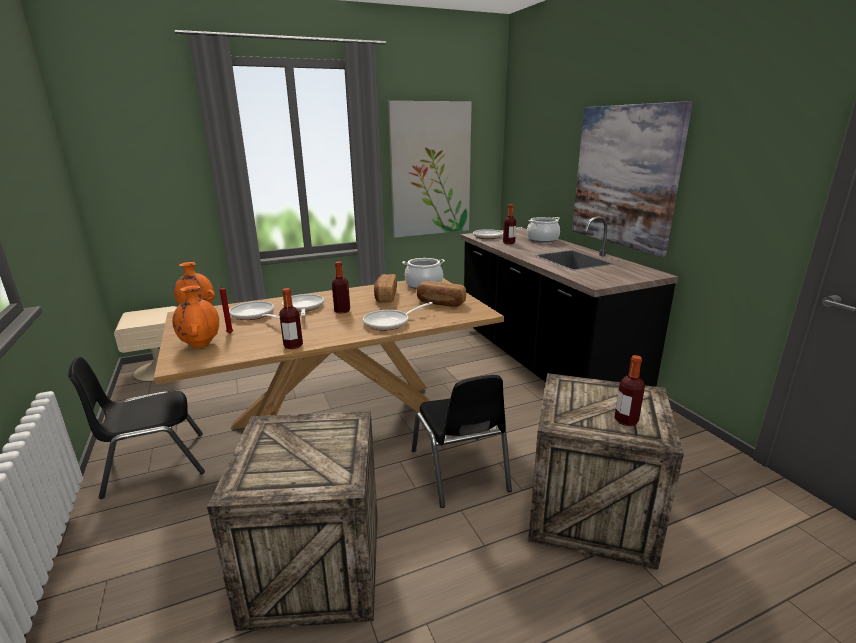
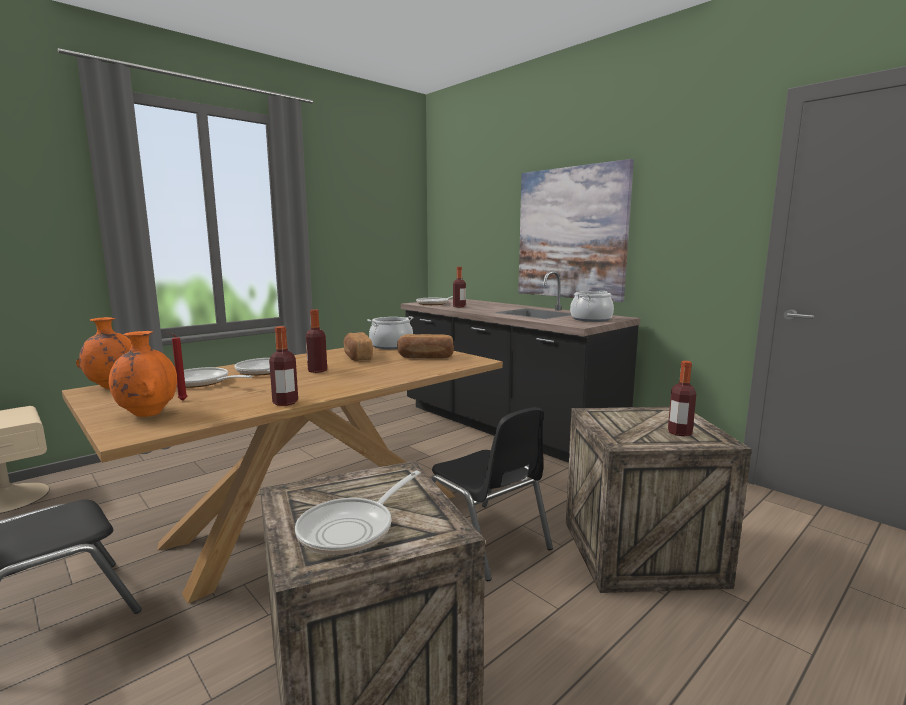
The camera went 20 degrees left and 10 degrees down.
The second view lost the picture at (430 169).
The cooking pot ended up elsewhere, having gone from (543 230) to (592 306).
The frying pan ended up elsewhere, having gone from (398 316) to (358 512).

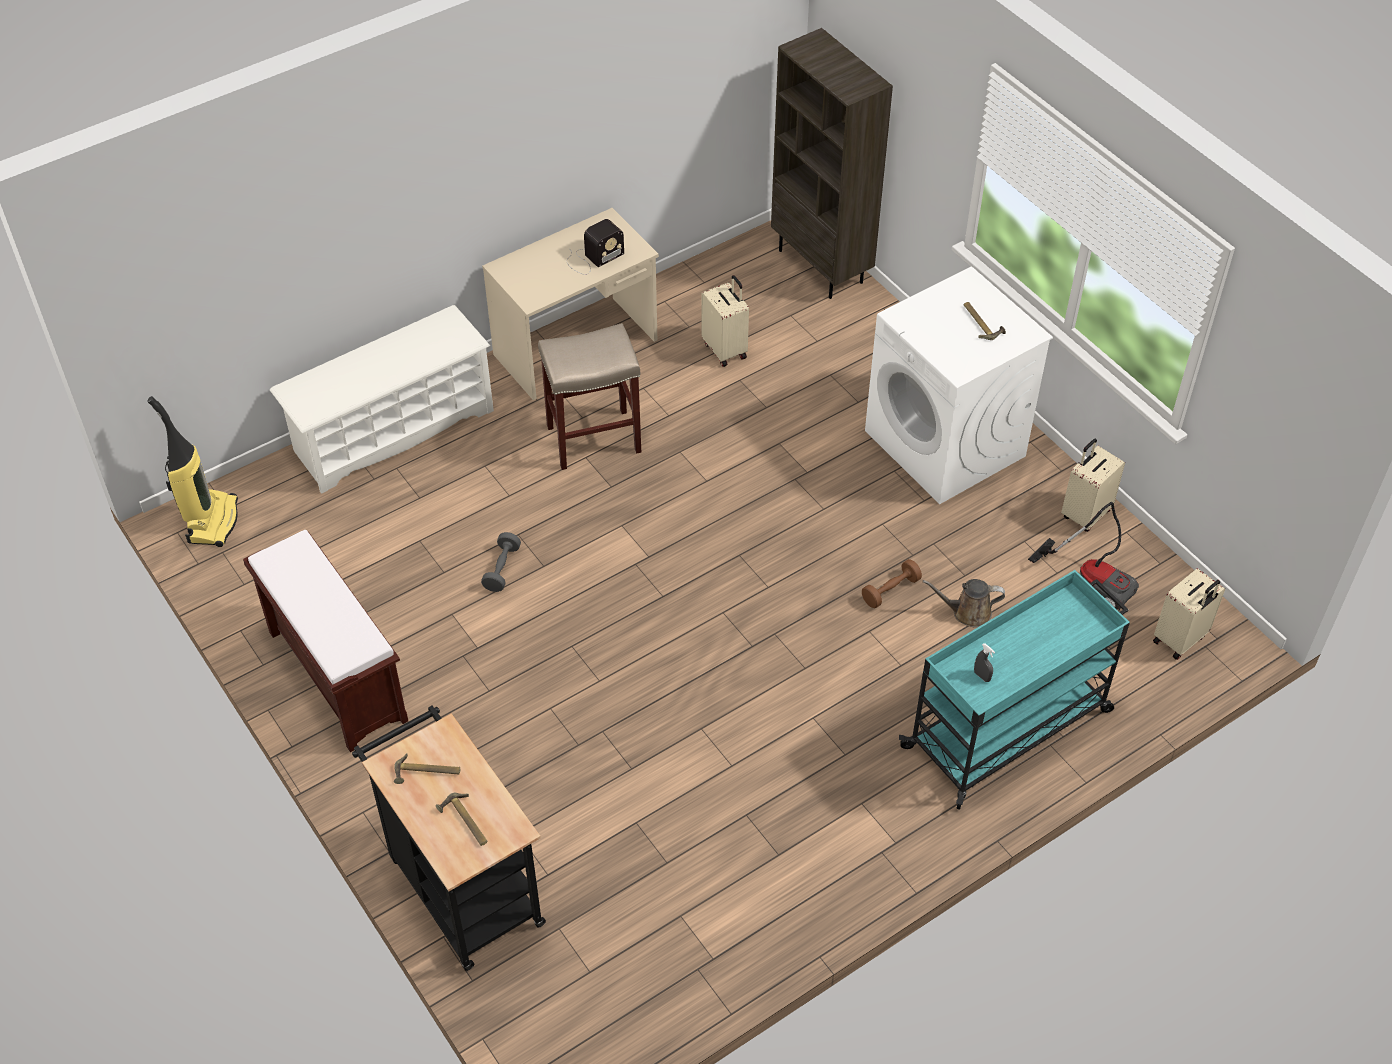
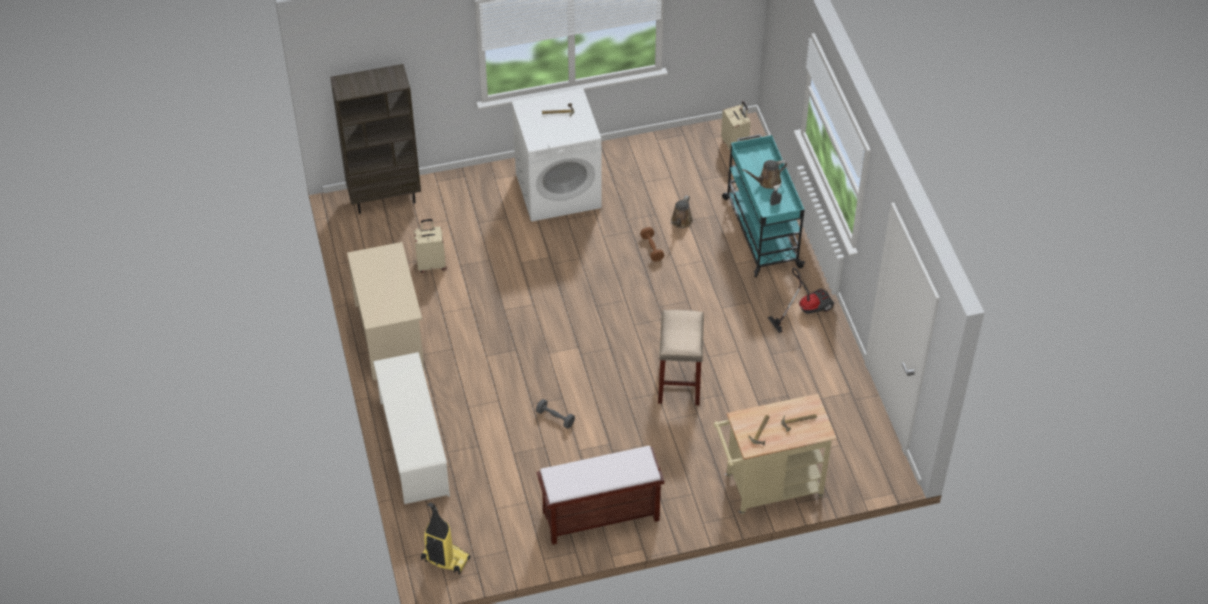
The camera went 70 degrees left and 0 degrees up.
The second view lost the radio at (595 247).
The beige stool ended up elsewhere, having gone from (589 396) to (681 357).
The second view lost the beige suitcase at (1093 485).
The vacuum cleaner ended up elsewhere, having gone from (1083 556) to (800 300).
What was the black cart at (449 838) turned into the beige cart at (775 454).
The second view gained the brown watering can at (764 174).

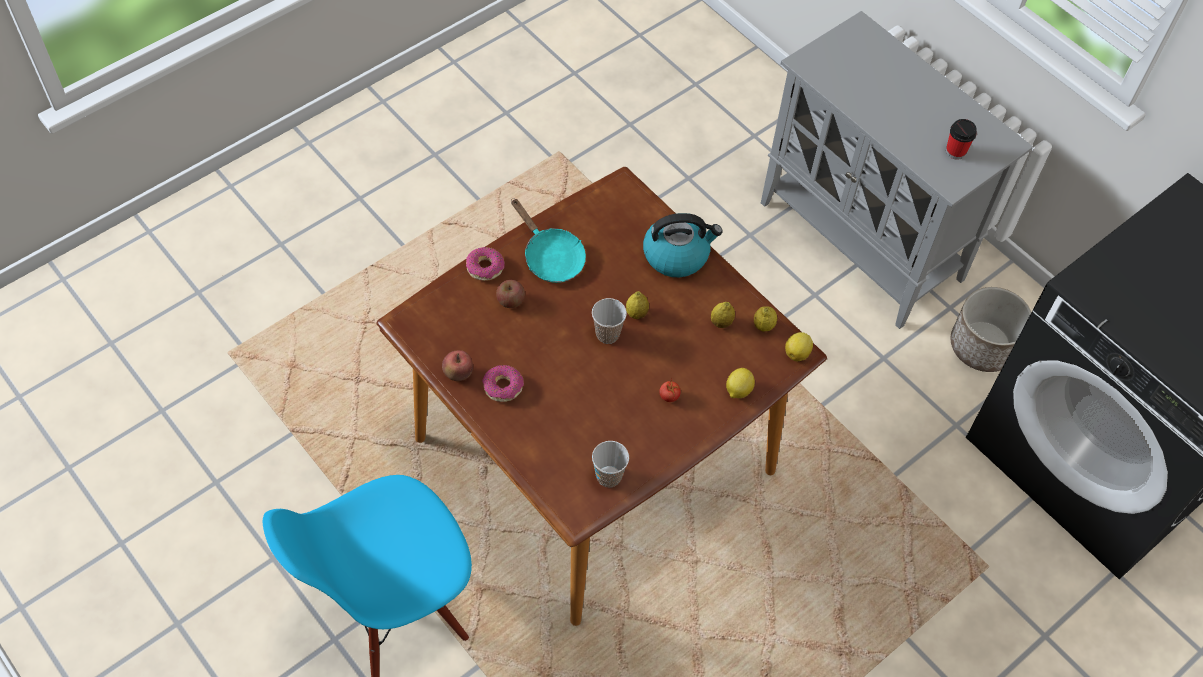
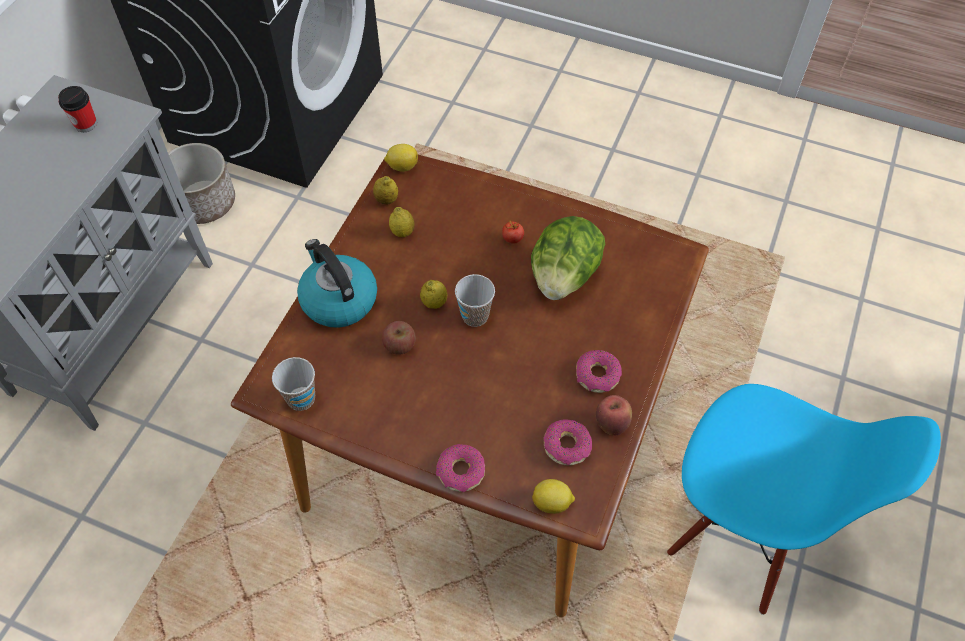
The camera went 115 degrees left and 0 degrees up.
The second view lost the turquoise frying pan at (548 240).
The apple ended up elsewhere, having gone from (510 294) to (399 338).
The lemon ended up elsewhere, having gone from (740 383) to (553 496).
The cup ended up elsewhere, having gone from (610 464) to (293 384).
The second view gained the lettuce at (568 258).
The second view gained the donut at (568 442).

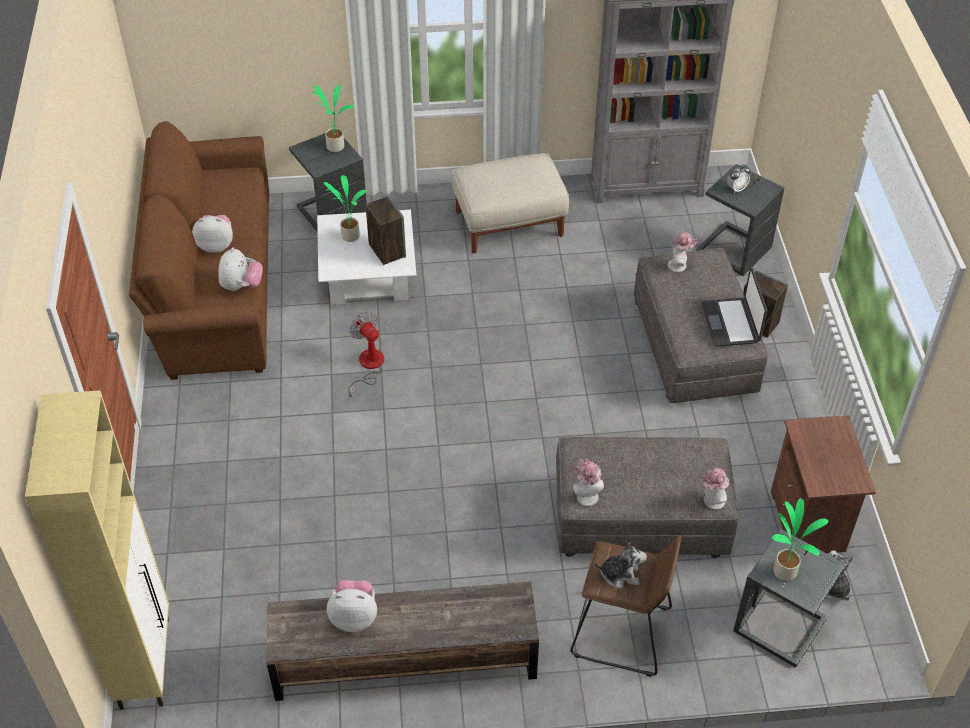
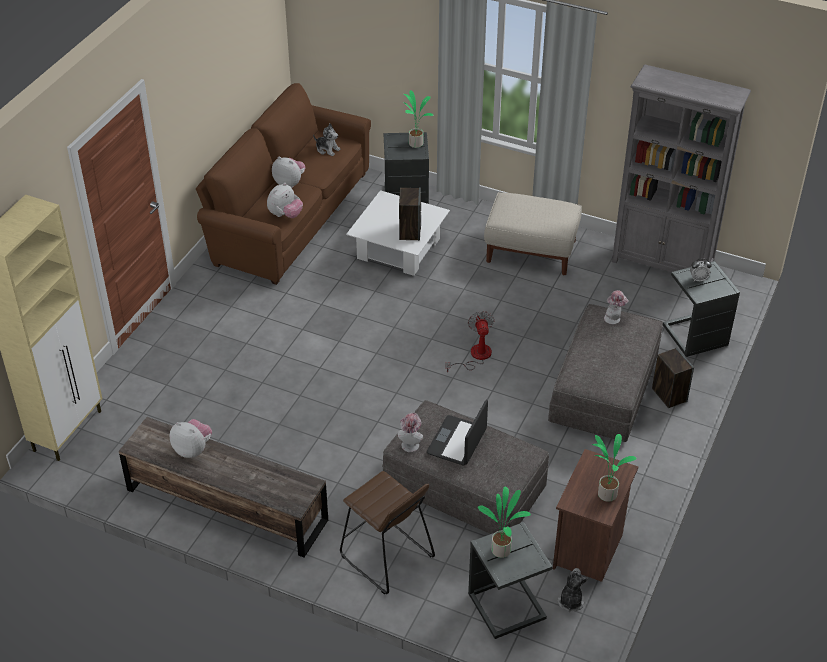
The camera went 30 degrees right and 5 degrees down.
The potted plant ended up elsewhere, having gone from (345 208) to (614 468).
The laptop ended up elsewhere, having gone from (734 307) to (457 432).
The fan ended up elsewhere, having gone from (366 355) to (469 342).
The second view lost the hat at (715 488).
The plush toy ended up elsewhere, having gone from (620 565) to (327 140).

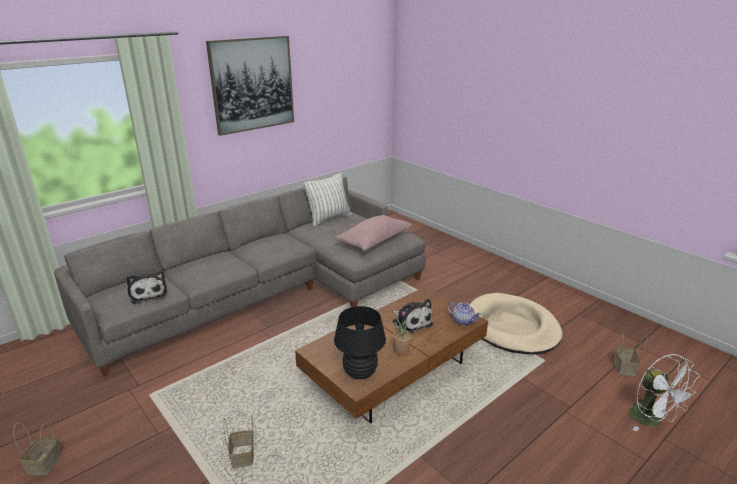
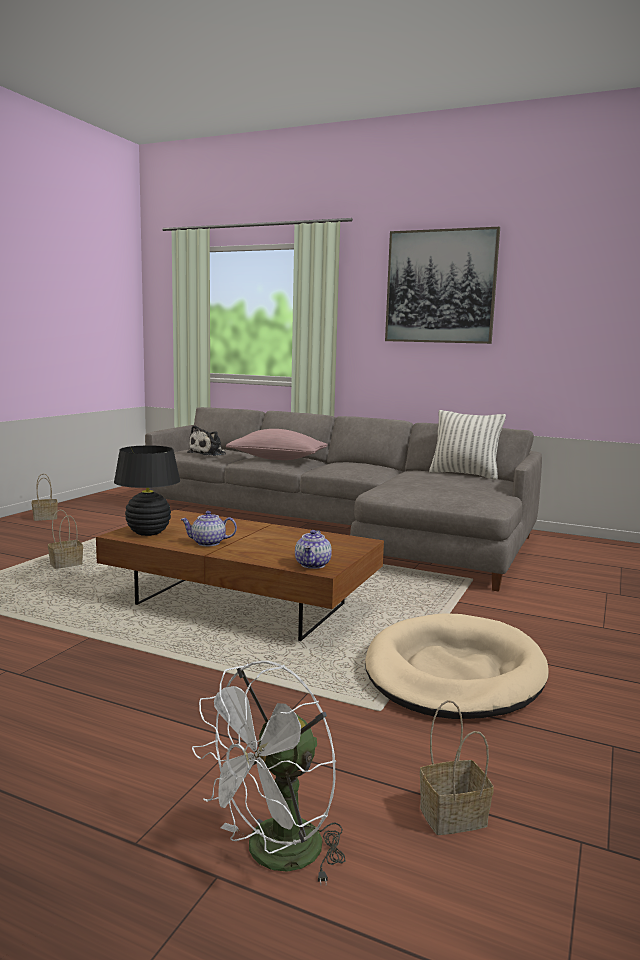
The camera went 65 degrees right and 15 degrees down.
The pink pillow ended up elsewhere, having gone from (373 233) to (277 444).
The second view lost the plush toy at (413 316).
Where the potted plant stood at (402 333), the teapot came to stand at (208 528).

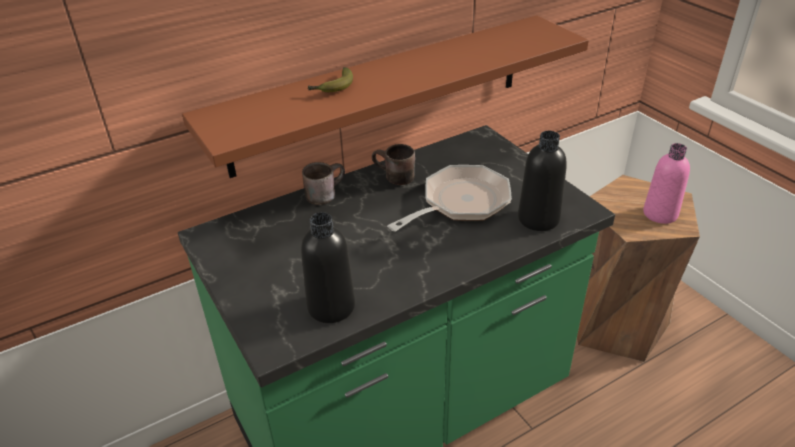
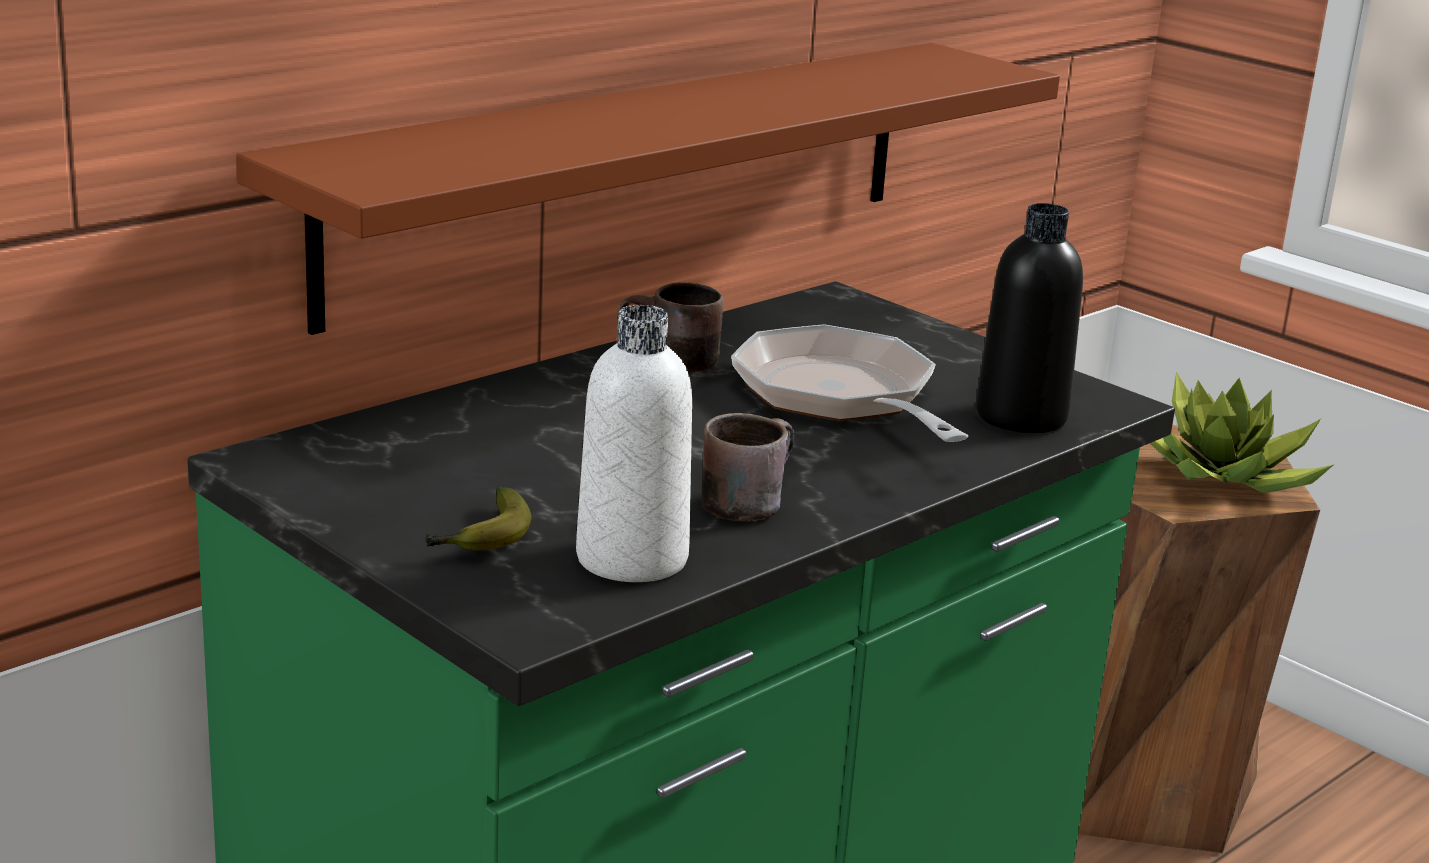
The camera went 15 degrees left and 15 degrees down.
The banana ended up elsewhere, having gone from (330 79) to (478 518).
Where the pink bottle stood at (666 183), the potted plant came to stand at (1241 432).
The brown mug ended up elsewhere, having gone from (323 183) to (748 467).
The frying pan at (449 198) ended up facing another way, 60 degrees counterclockwise from before.
What was the black bottle at (328 267) turned into the white bottle at (634 443).

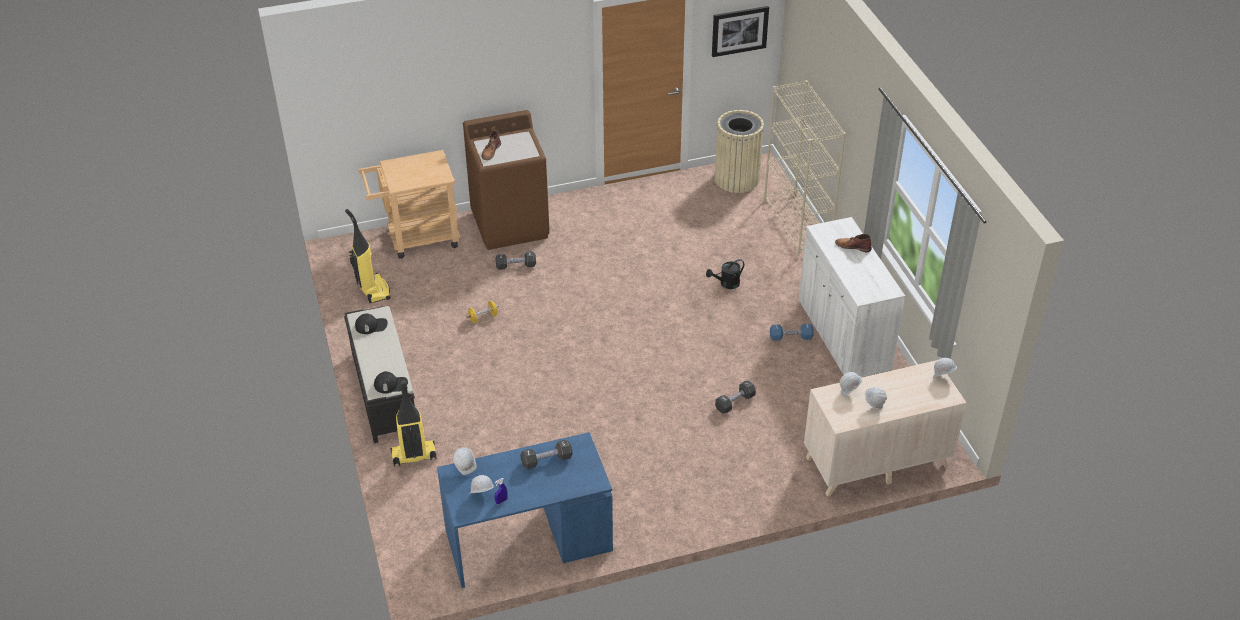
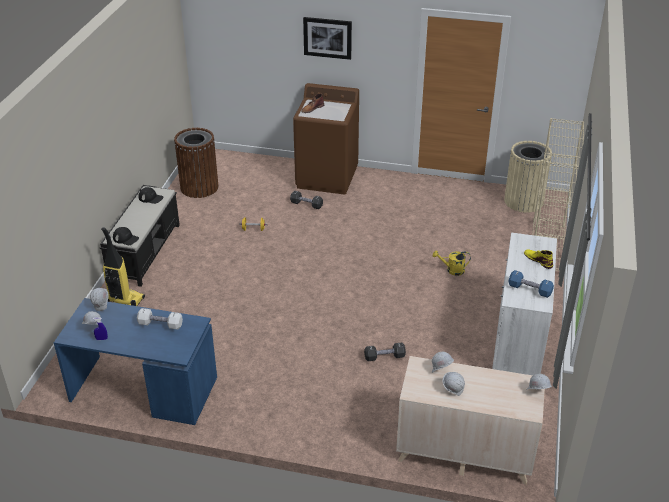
The camera went 30 degrees right and 5 degrees down.
The picture ended up elsewhere, having gone from (740 31) to (327 38).
The second view lost the beige cart at (409 204).
Where the vacuum cleaner stood at (368 256), the brown trash can came to stand at (196 163).
What was the brown boot at (853 243) turned into the yellow boot at (538 259).
What was the black watering can at (725 274) turned into the yellow watering can at (452 263).
The blue dumbbell ended up elsewhere, having gone from (792 332) to (531 284).
What was the black dumbbell at (546 454) turned into the white dumbbell at (160 319).

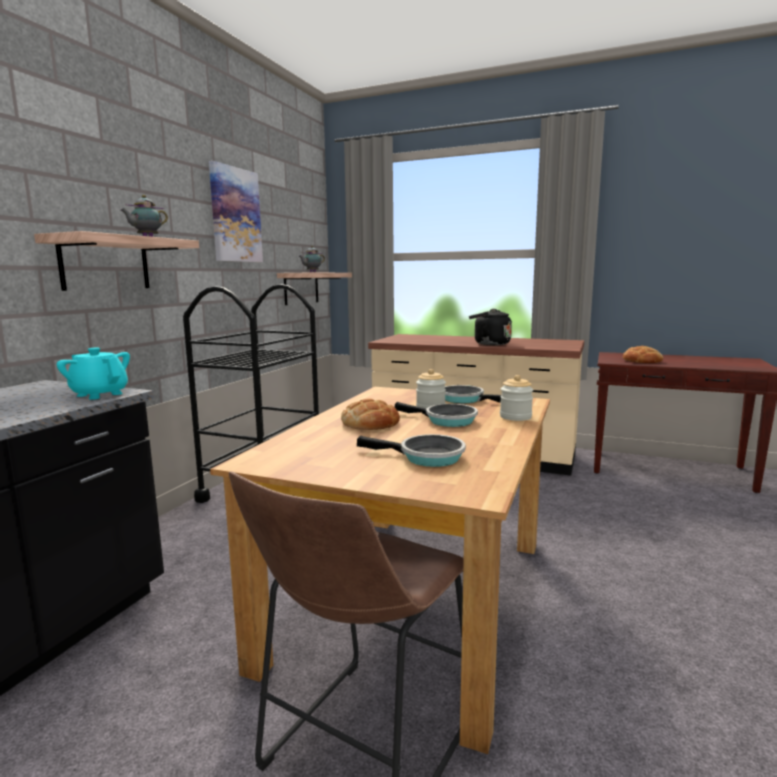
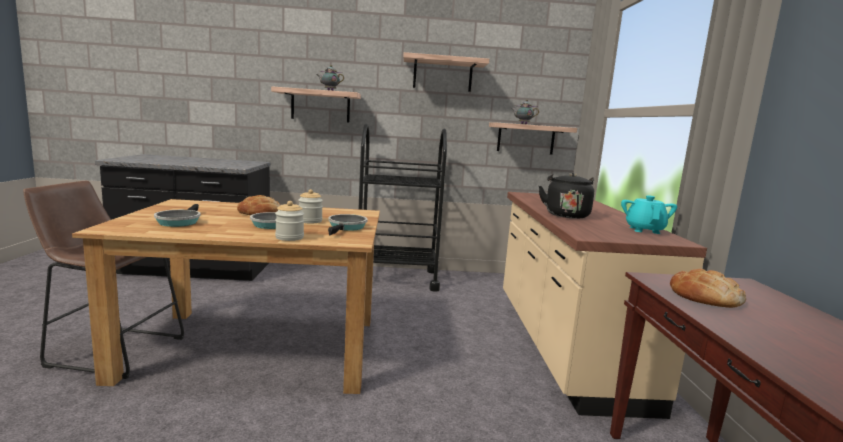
The camera went 65 degrees right and 0 degrees up.
Where the picture hung at (236 211), the shelf came to hang at (446 72).
The turquoise teapot ended up elsewhere, having gone from (93 374) to (649 214).

